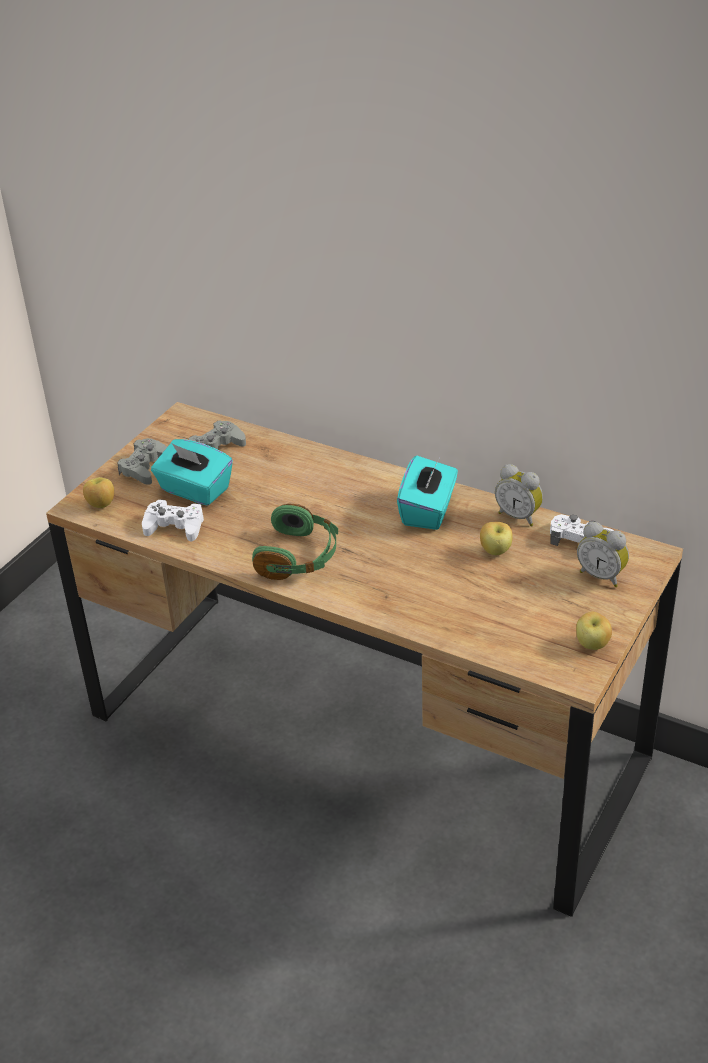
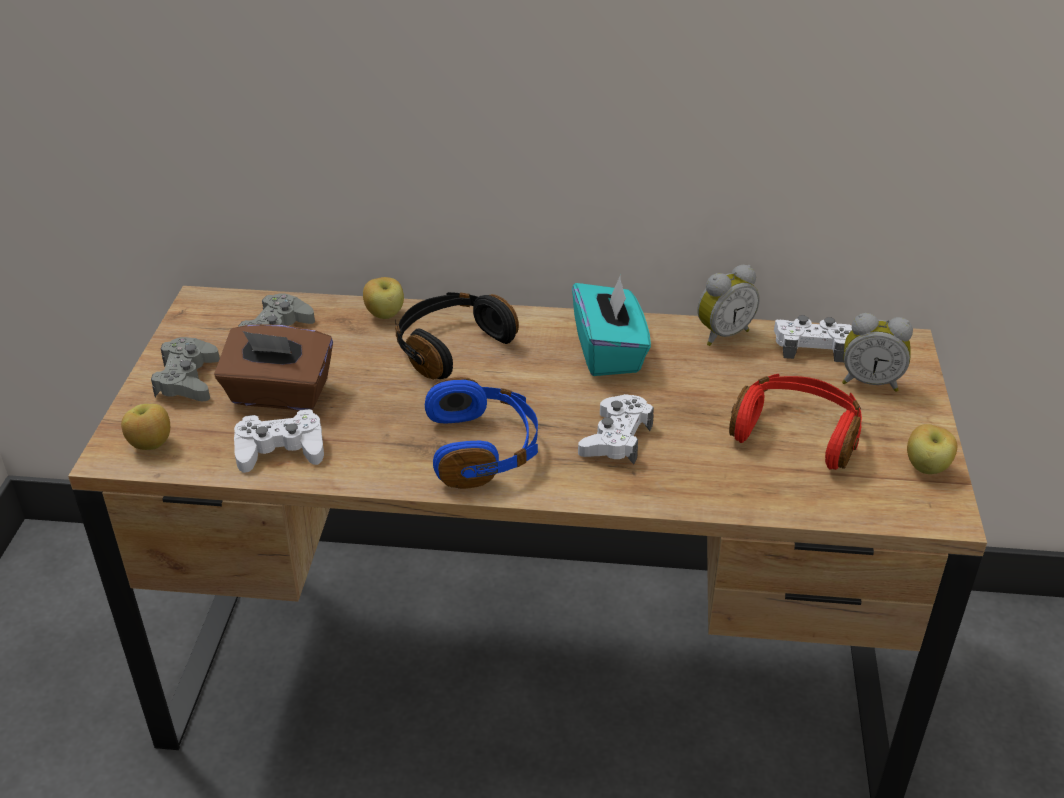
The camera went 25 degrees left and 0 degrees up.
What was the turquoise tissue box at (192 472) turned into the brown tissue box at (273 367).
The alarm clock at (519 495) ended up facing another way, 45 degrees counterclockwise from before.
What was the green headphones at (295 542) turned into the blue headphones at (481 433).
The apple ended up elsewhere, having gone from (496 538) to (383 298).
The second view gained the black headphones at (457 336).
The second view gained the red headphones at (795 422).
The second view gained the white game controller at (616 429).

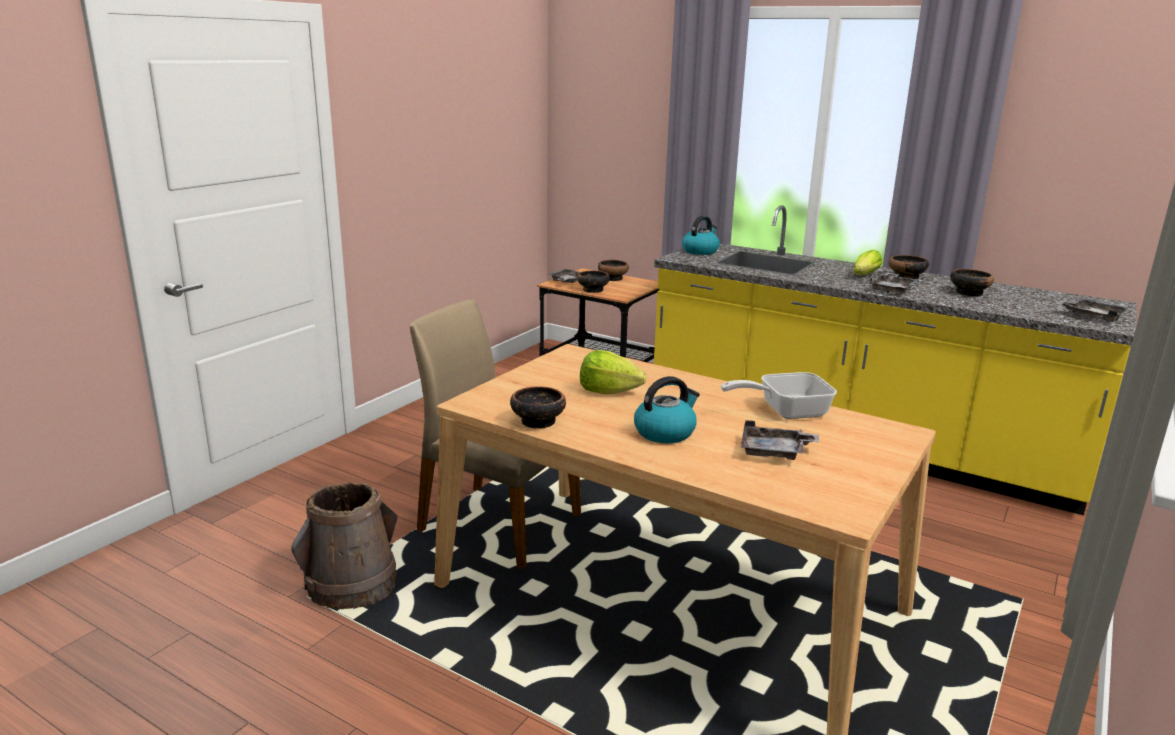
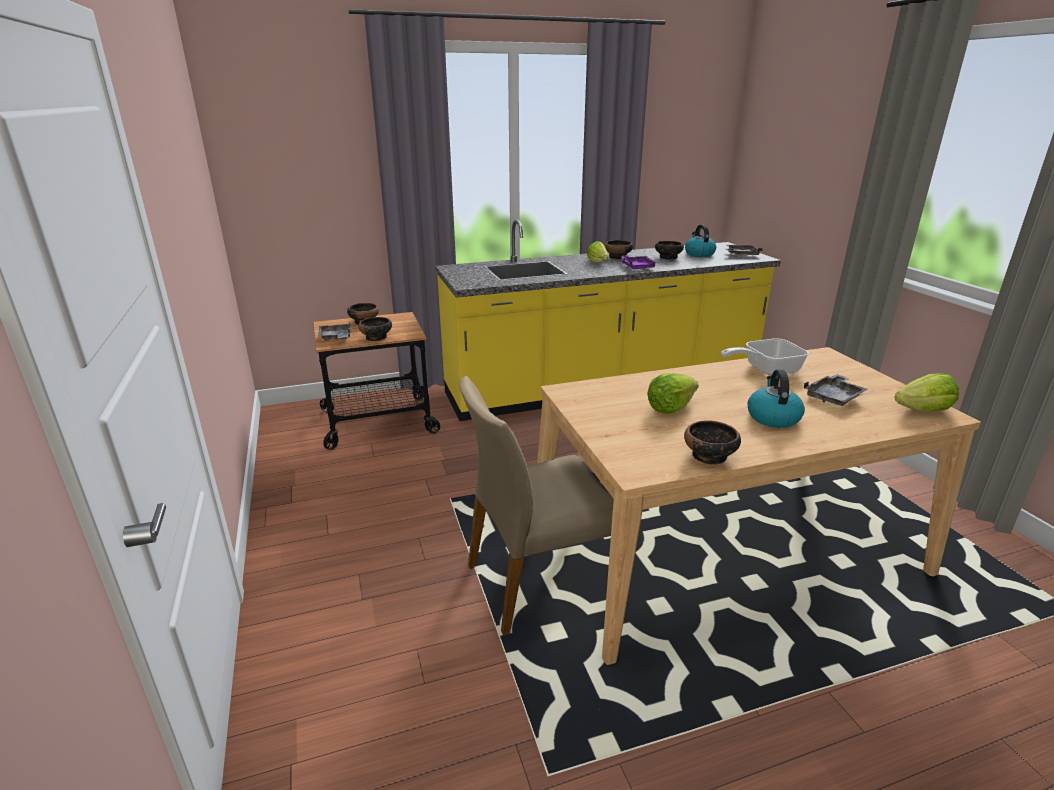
The camera went 50 degrees left and 5 degrees up.
The kettle ended up elsewhere, having gone from (701 235) to (700 241).
What was the grey tray at (894 283) turned into the purple tray at (639 262).
The frying pan at (779 395) ended up facing another way, 45 degrees clockwise from before.
The second view lost the brown bucket at (344 545).
The second view gained the lettuce at (927 392).

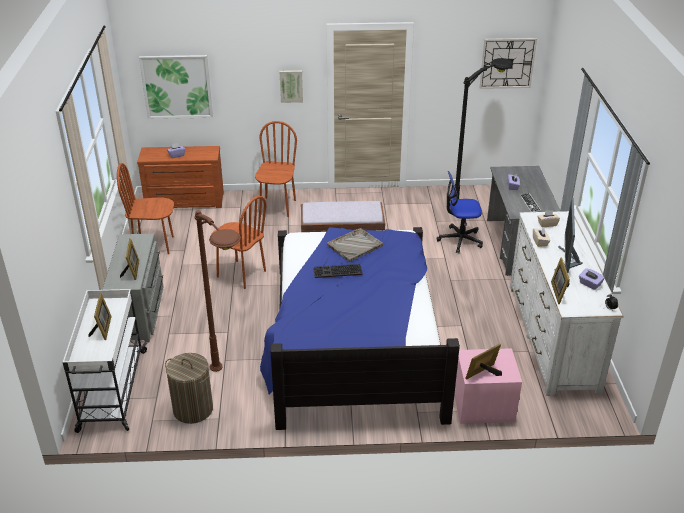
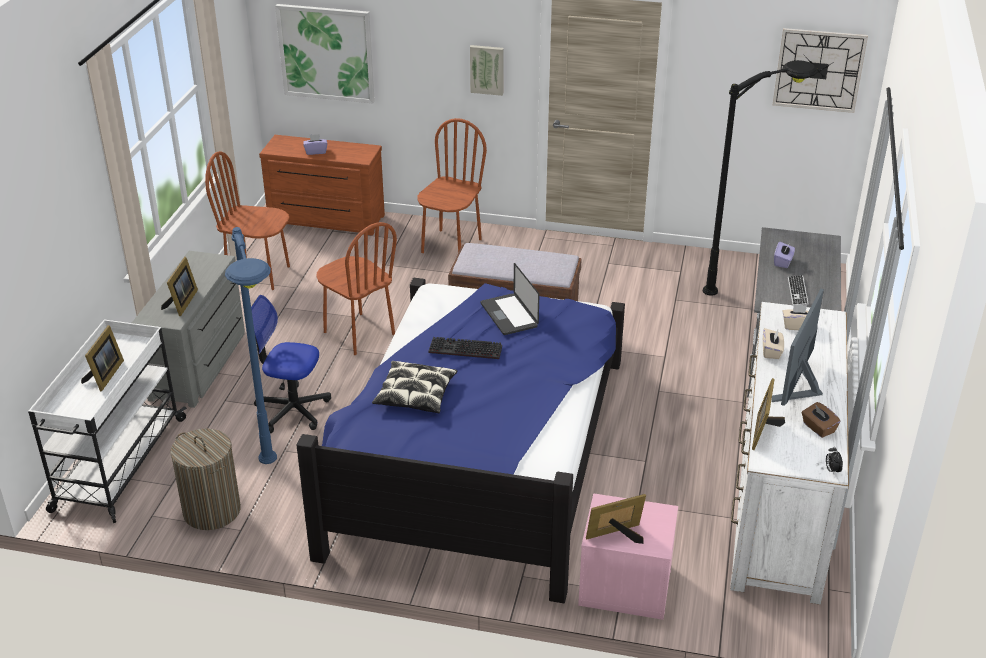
The camera went 15 degrees right and 0 degrees up.
The office chair ended up elsewhere, having gone from (459 212) to (291 364).
What was the brown floor lamp at (217 291) turned into the blue floor lamp at (251 345).
Where the grey tray stood at (355 245), the laptop came to stand at (510 299).
What was the purple tissue box at (592 279) turned into the brown tissue box at (821 420).
The second view gained the pillow at (414 387).

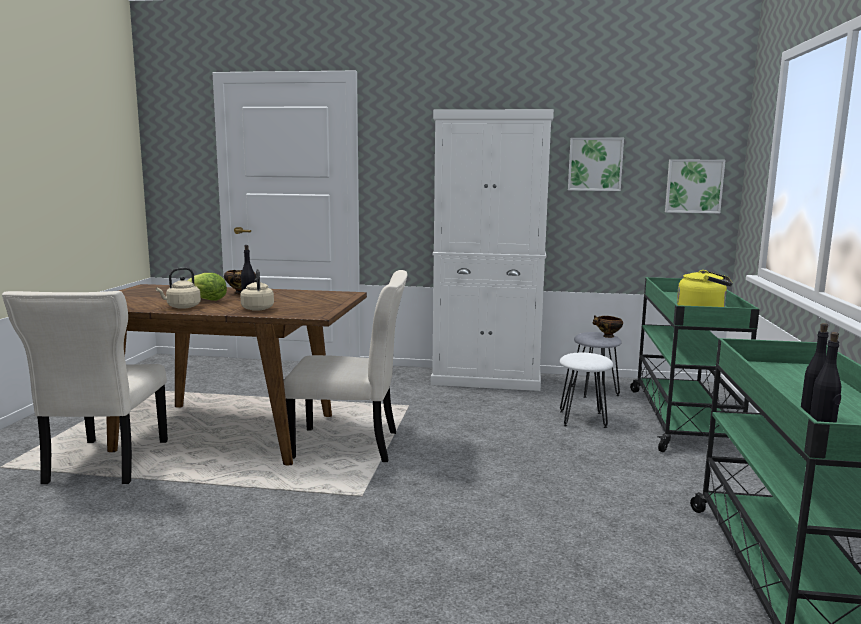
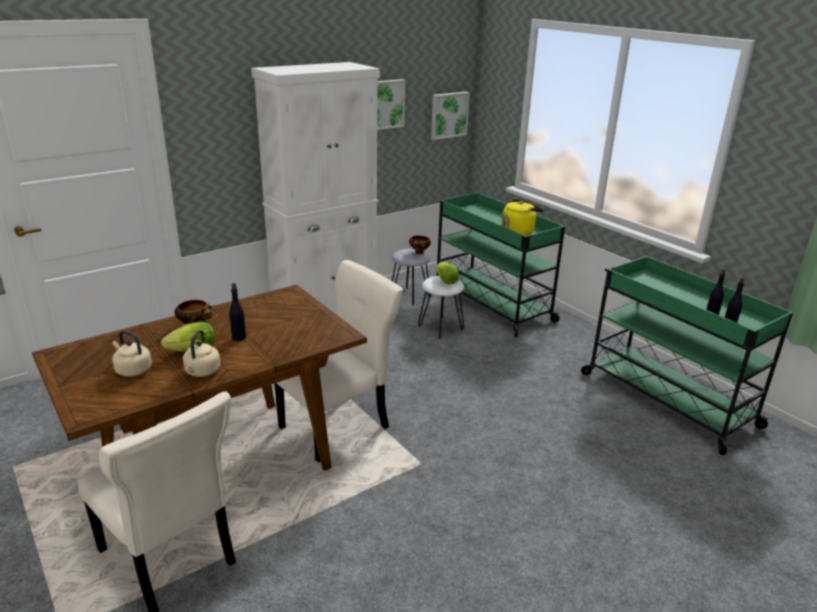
The camera went 45 degrees left and 15 degrees up.
The beige kettle ended up elsewhere, having gone from (257 290) to (132 353).
The second view gained the lettuce at (448 273).

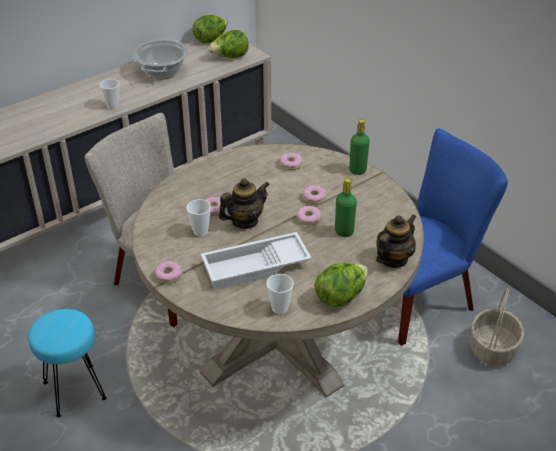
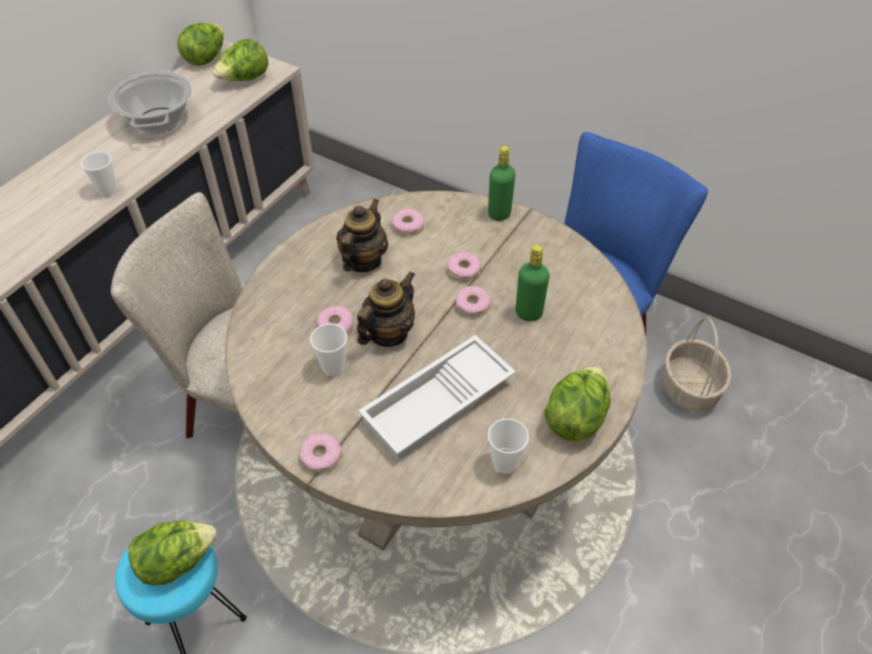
The camera went 20 degrees left and 10 degrees up.
The teapot ended up elsewhere, having gone from (396 241) to (362 235).
The second view gained the lettuce at (172 553).

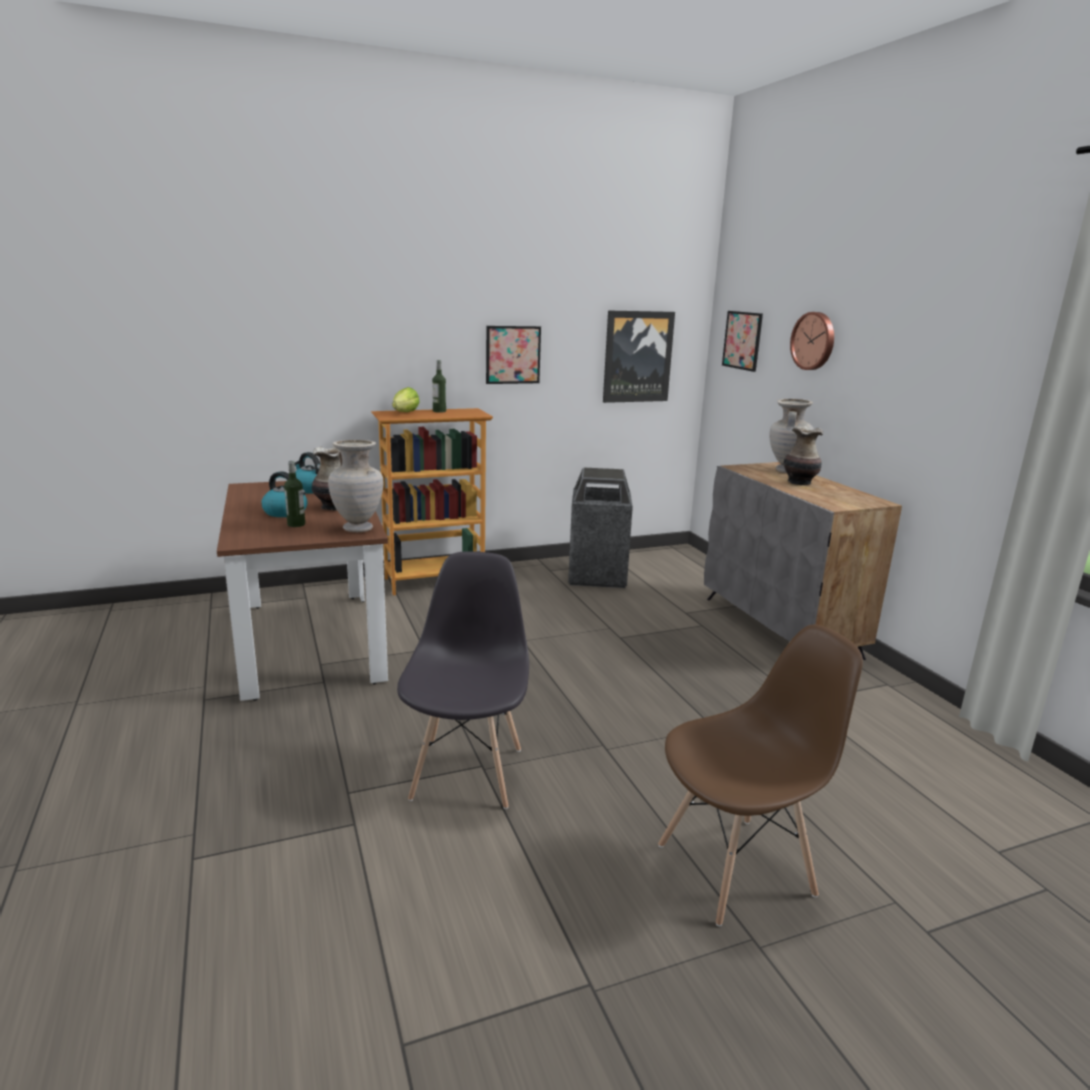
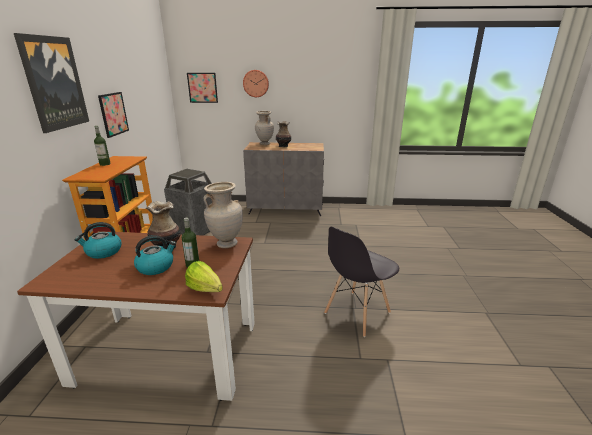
The camera went 65 degrees left and 5 degrees up.
The picture ended up elsewhere, having gone from (639 356) to (51 83).
The lettuce ended up elsewhere, having gone from (406 399) to (204 276).
The grey chair at (463 680) ended up facing another way, 75 degrees counterclockwise from before.
The second view lost the brown chair at (760 775).

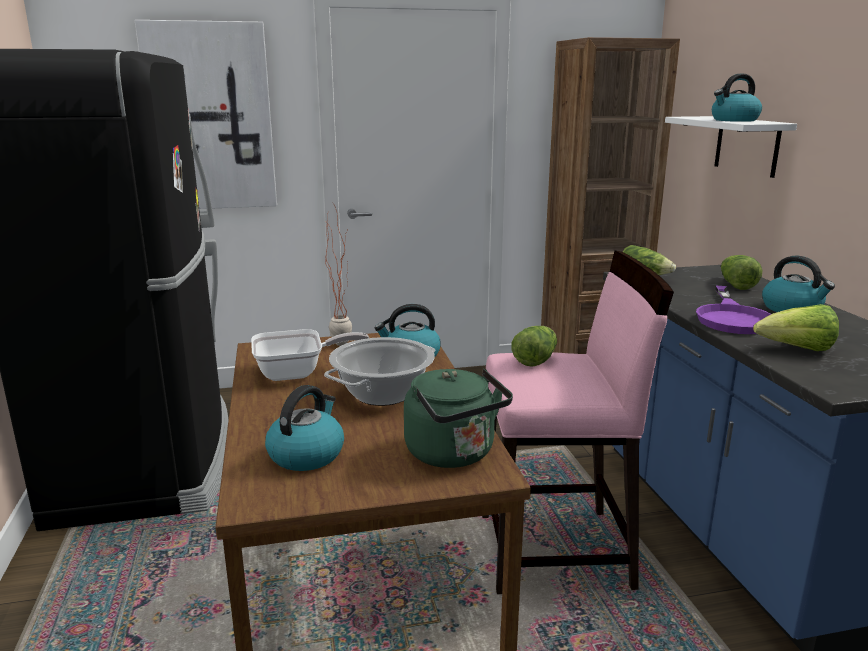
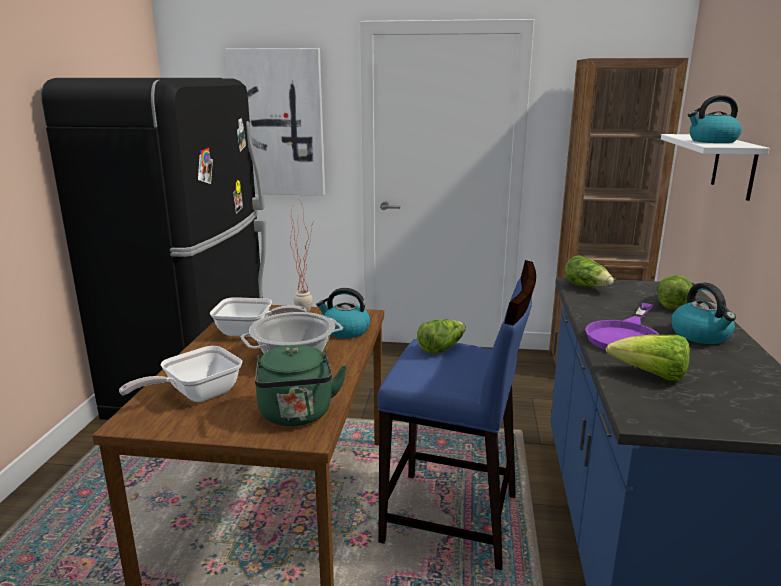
The camera went 20 degrees right and 0 degrees up.
What was the pink stool at (578 422) turned into the blue stool at (456 415).
Where the kettle stood at (304 428), the frying pan came to stand at (180 374).

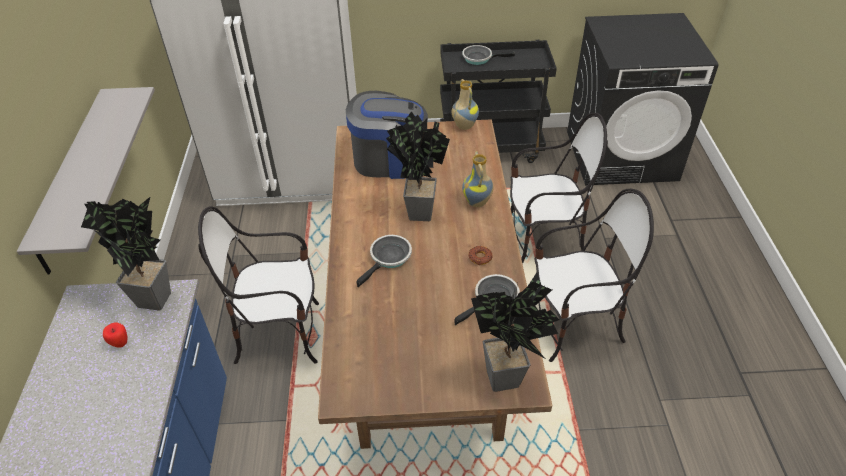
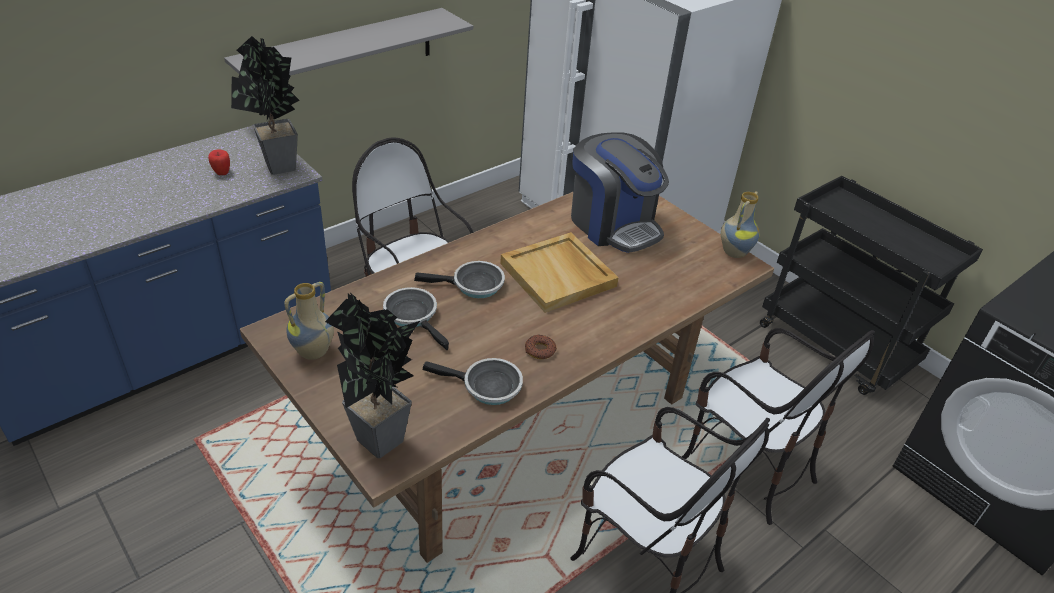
The camera went 50 degrees right and 5 degrees down.
The frying pan ended up elsewhere, having gone from (488 55) to (416 318).
Where the potted plant stood at (418 166), the beige tray came to stand at (559 272).
The vase ended up elsewhere, having gone from (478 179) to (309 321).

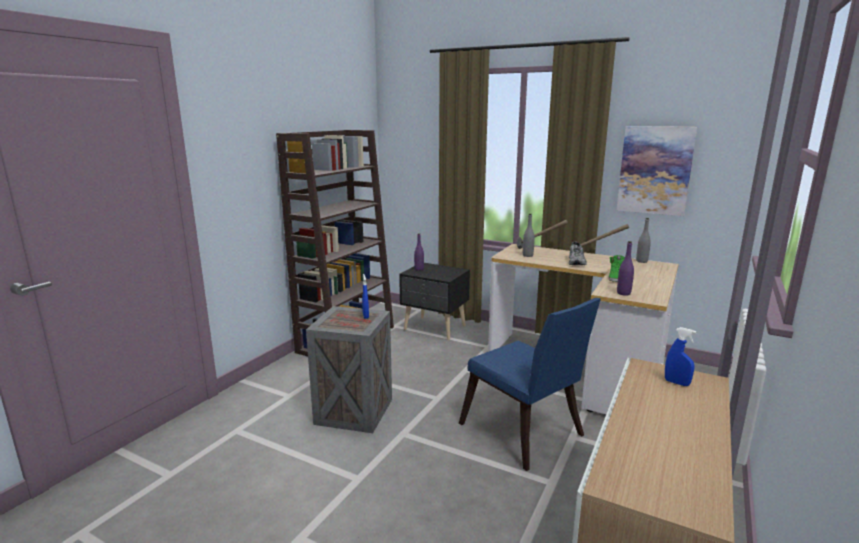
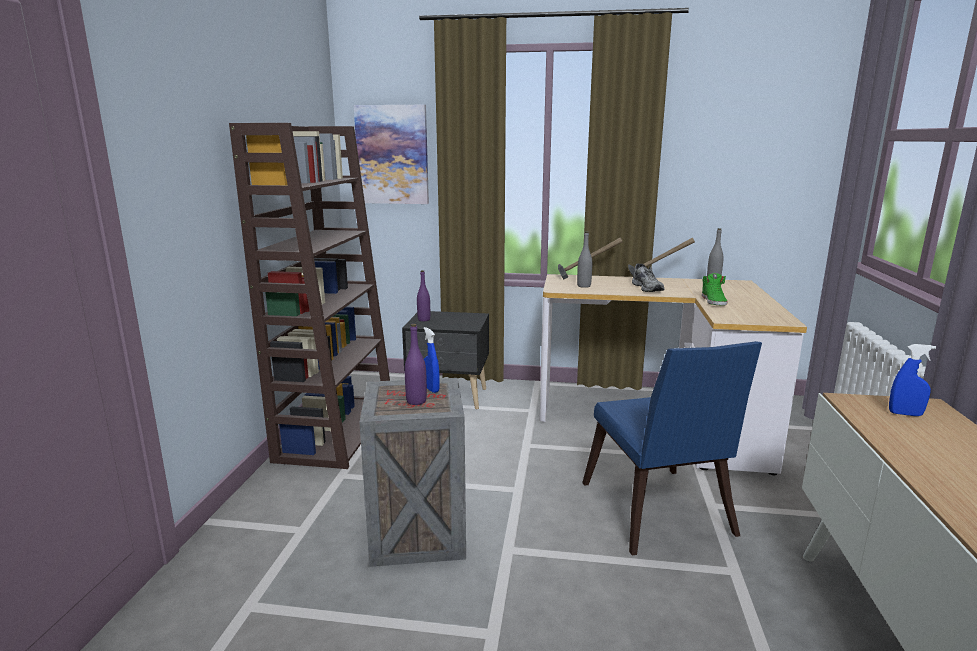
The camera went 20 degrees left and 0 degrees up.
The picture ended up elsewhere, having gone from (656 171) to (391 154).
The purple bottle ended up elsewhere, having gone from (625 268) to (416 364).
The blue chair at (530 384) ended up facing another way, 45 degrees clockwise from before.

